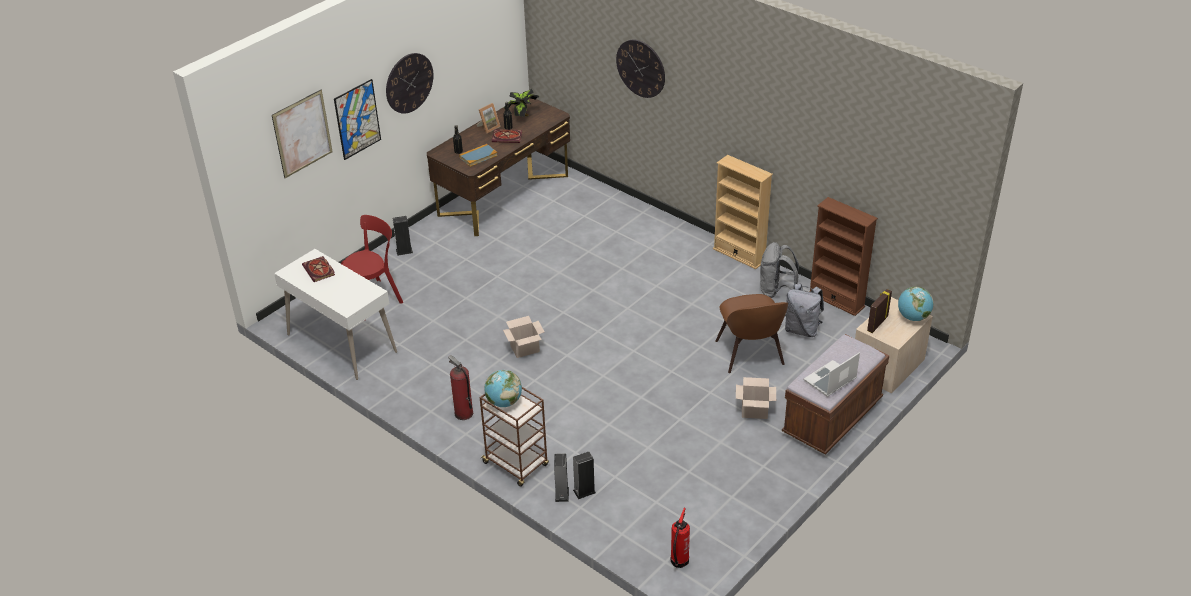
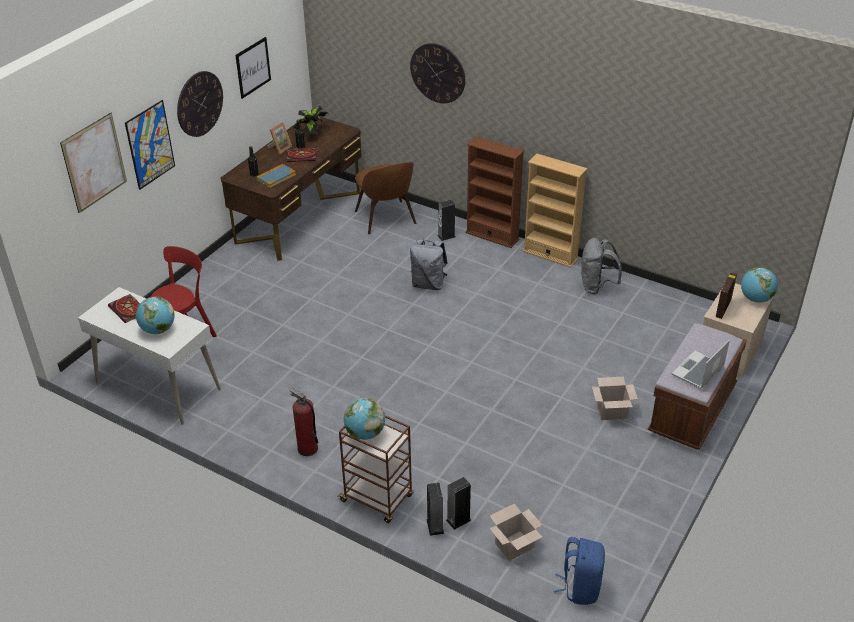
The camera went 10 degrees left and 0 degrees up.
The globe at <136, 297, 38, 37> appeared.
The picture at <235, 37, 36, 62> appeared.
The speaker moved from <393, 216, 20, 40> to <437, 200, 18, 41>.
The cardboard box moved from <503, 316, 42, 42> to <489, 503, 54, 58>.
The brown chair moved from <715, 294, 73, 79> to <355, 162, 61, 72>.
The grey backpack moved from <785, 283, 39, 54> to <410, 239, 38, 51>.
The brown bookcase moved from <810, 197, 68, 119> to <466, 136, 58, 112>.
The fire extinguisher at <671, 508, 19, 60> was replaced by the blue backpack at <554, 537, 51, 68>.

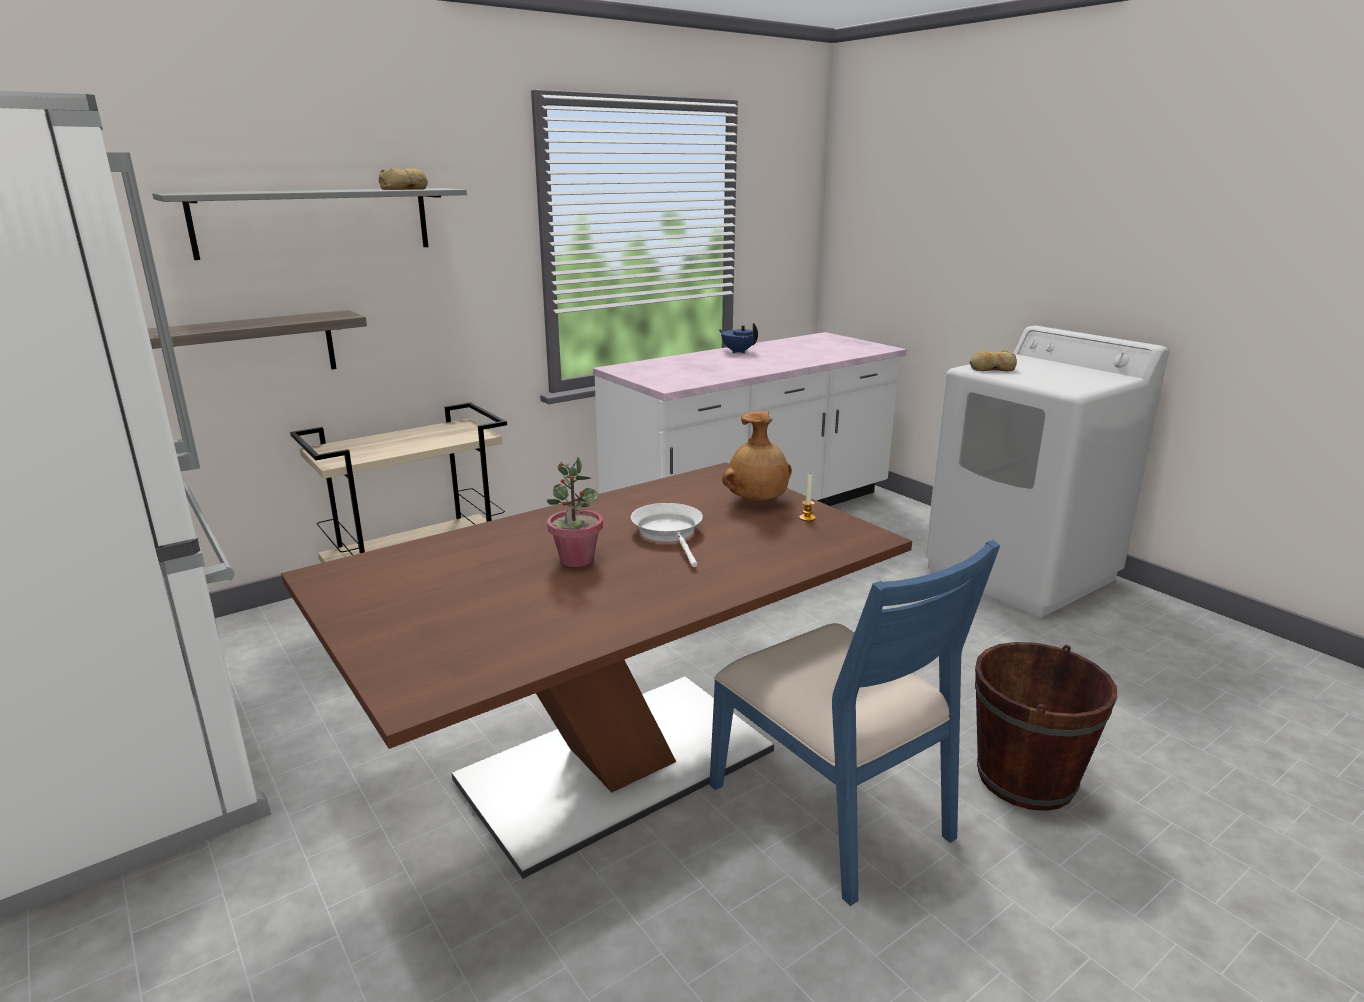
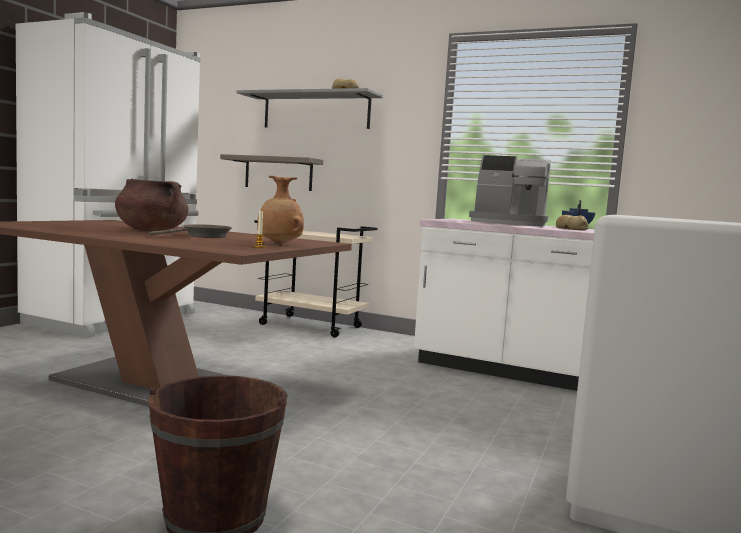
The camera went 60 degrees right and 15 degrees down.
The blue chair at <710, 540, 290, 366> disappeared.
The coffee machine at <469, 155, 82, 71> appeared.
The bread moved from <969, 350, 48, 21> to <556, 215, 33, 16>.
The potted plant at <547, 457, 56, 110> was replaced by the brown cooking pot at <115, 179, 73, 52>.
The white frying pan at <631, 503, 72, 64> became the brown frying pan at <149, 224, 83, 14>.

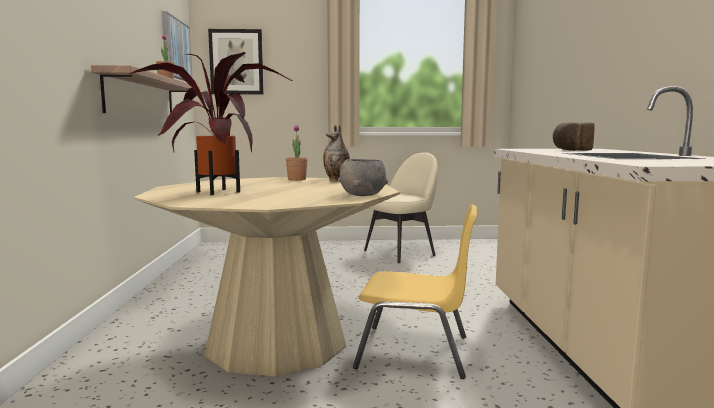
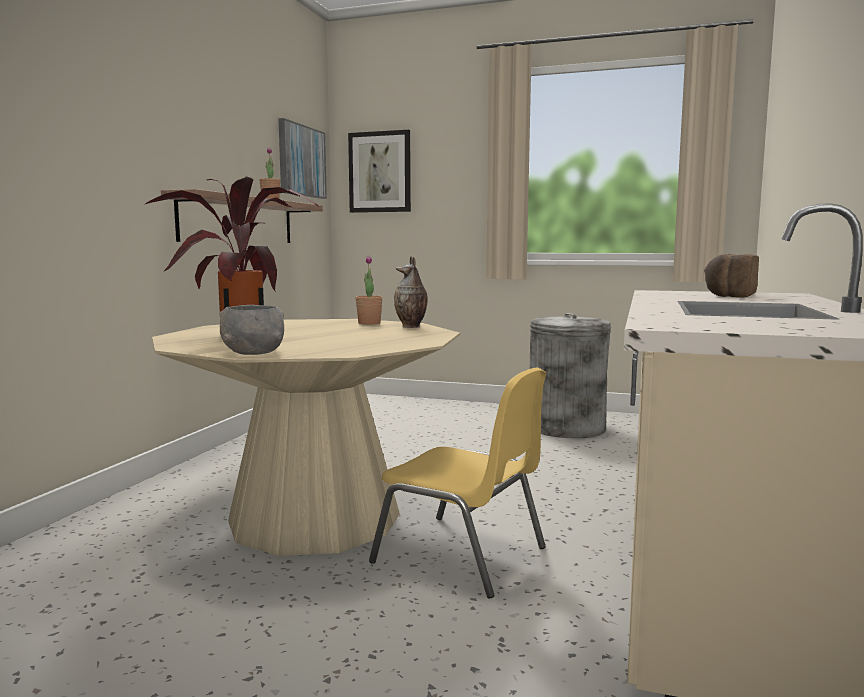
The camera went 20 degrees right and 0 degrees up.
The grey bowl moved from <338, 159, 50, 37> to <219, 305, 65, 50>.
The beige chair at <364, 152, 74, 111> was replaced by the grey trash can at <530, 313, 81, 125>.

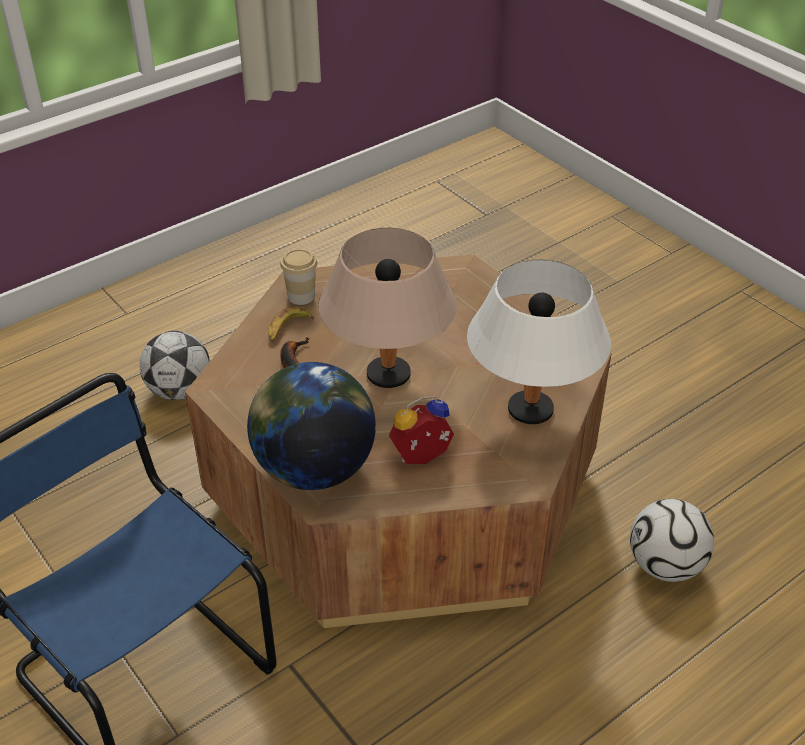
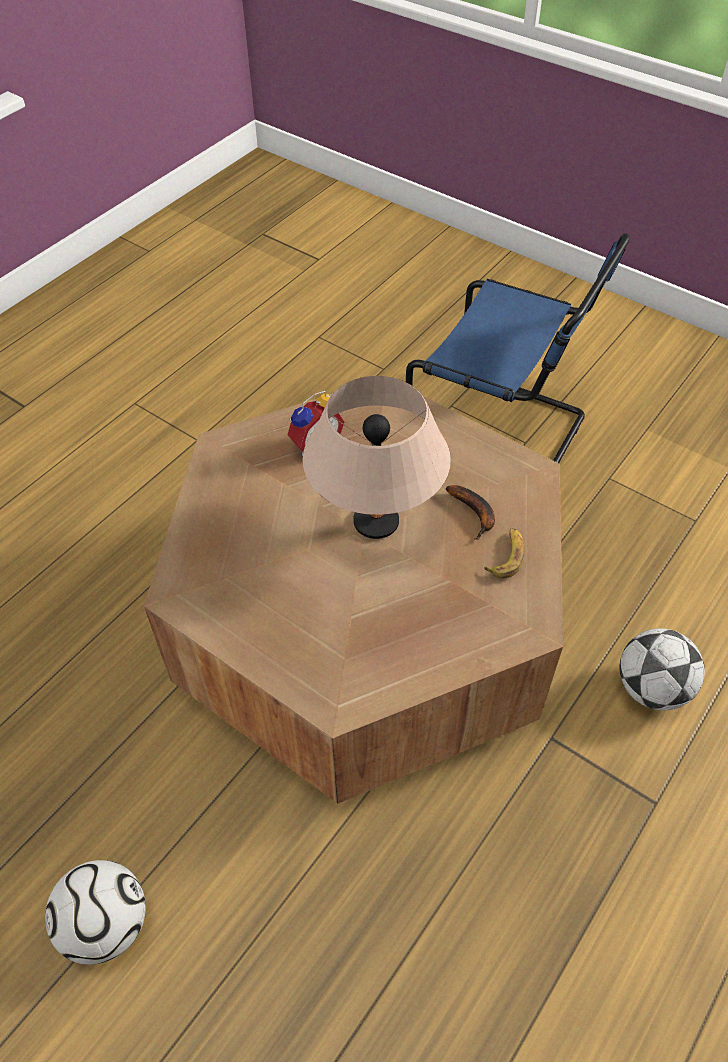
The camera went 165 degrees right and 10 degrees up.
The globe at <247, 362, 129, 128> disappeared.
The cup at <280, 249, 37, 56> disappeared.
The white table lamp at <467, 260, 144, 164> disappeared.
The football moved from <630, 499, 84, 83> to <45, 860, 101, 105>.

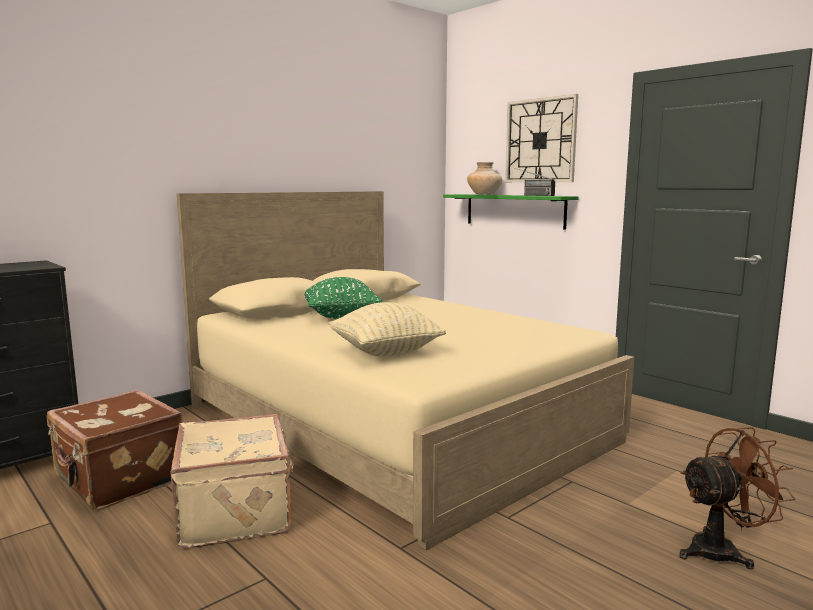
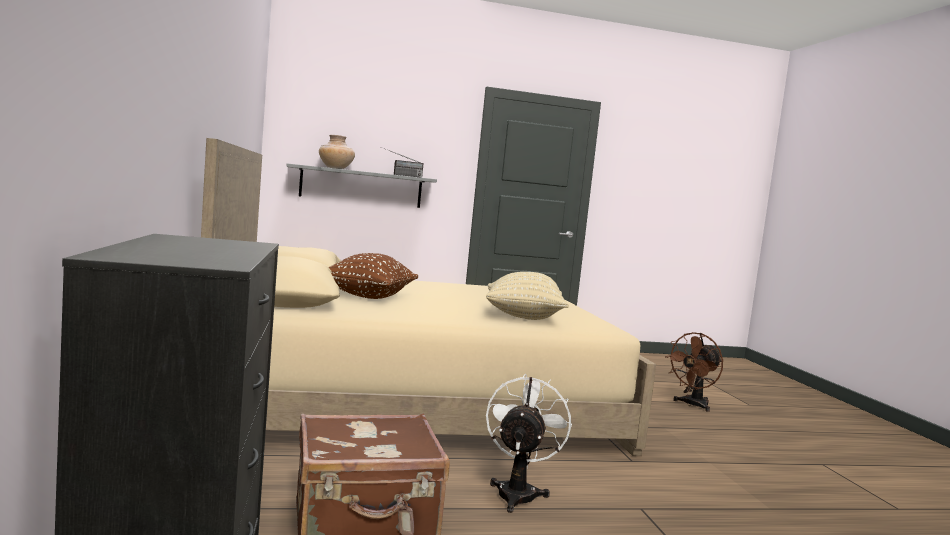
The camera went 60 degrees left and 5 degrees down.
The wall clock at <505, 94, 73, 88> disappeared.
The beige suitcase at <170, 414, 124, 134> was replaced by the white fan at <486, 374, 86, 139>.
The green pillow at <304, 277, 79, 42> became the brown pillow at <329, 253, 89, 46>.
The green shelf at <443, 194, 136, 36> became the grey shelf at <286, 163, 151, 45>.
The brown fan at <679, 427, 116, 142> turned 150 degrees counterclockwise.

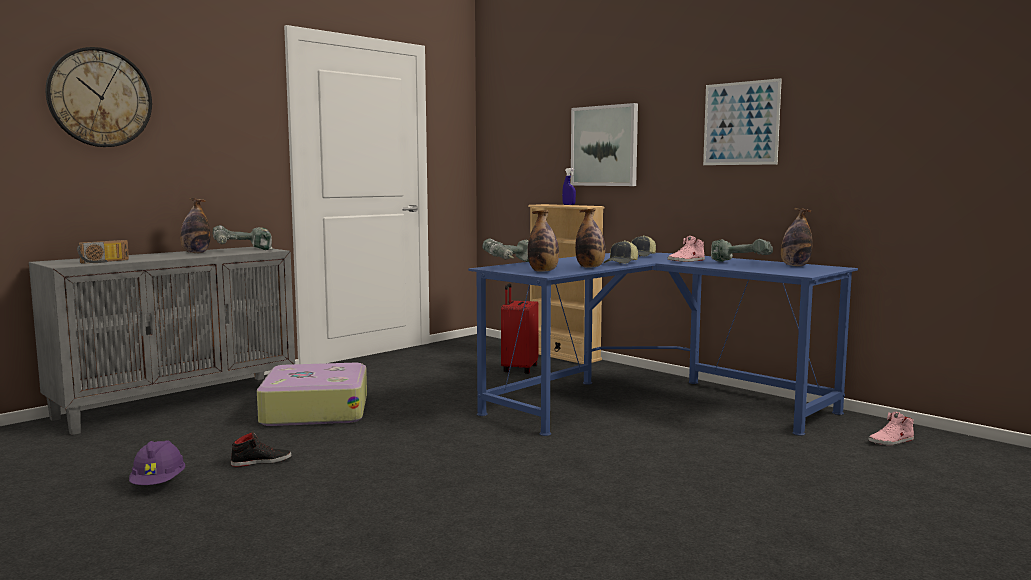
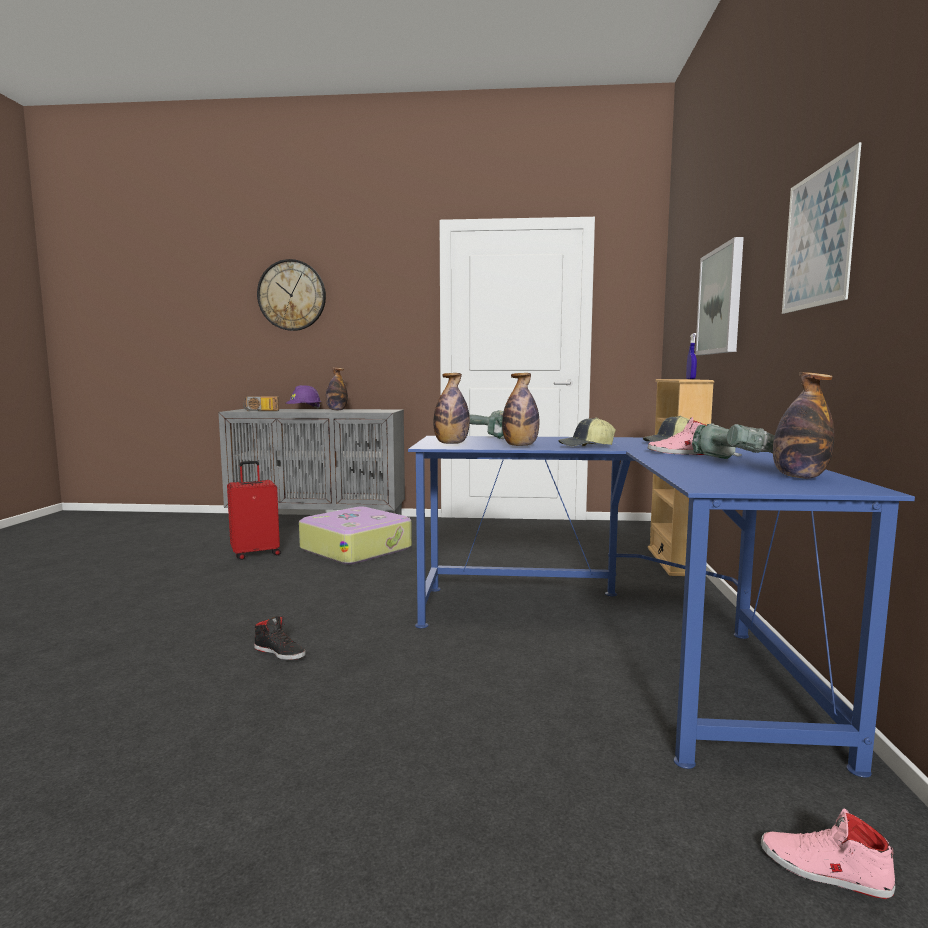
The camera went 50 degrees right and 0 degrees up.
The power drill at <213, 225, 59, 25> disappeared.
The purple hard hat moved from <129, 440, 56, 45> to <286, 385, 35, 24>.
The black shoe moved from <231, 431, 61, 36> to <254, 616, 52, 44>.
The red suitcase moved from <501, 283, 38, 91> to <227, 461, 54, 99>.

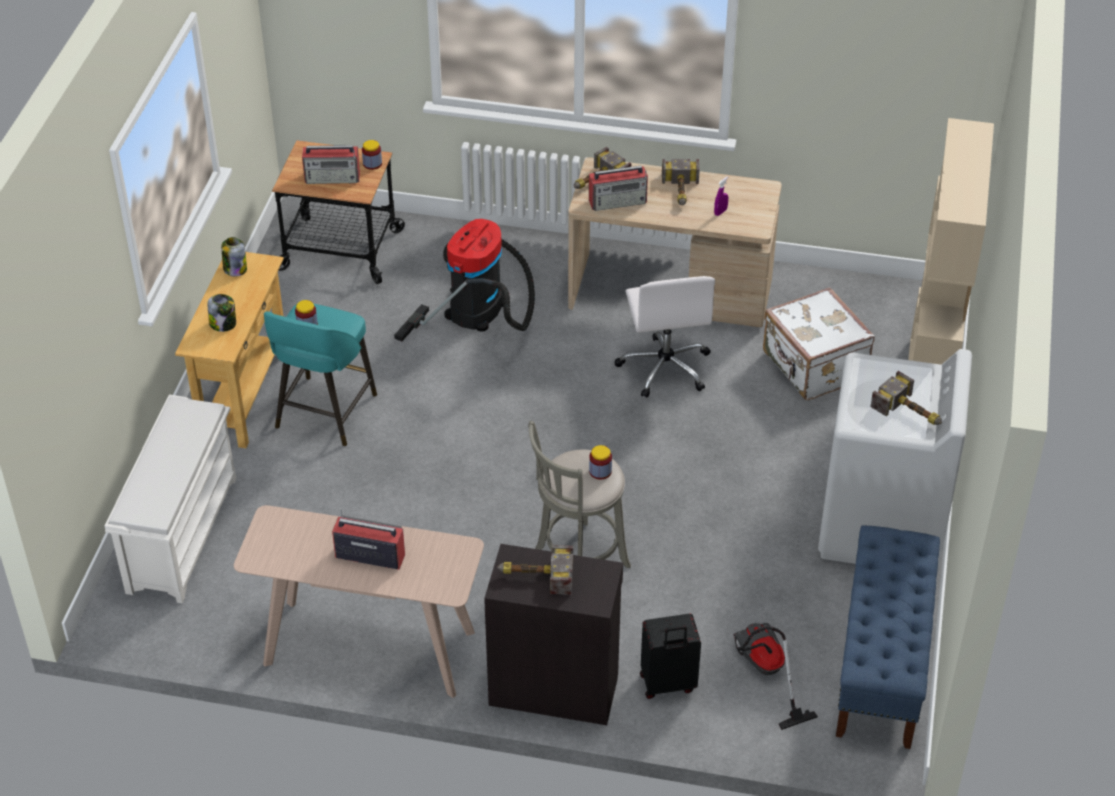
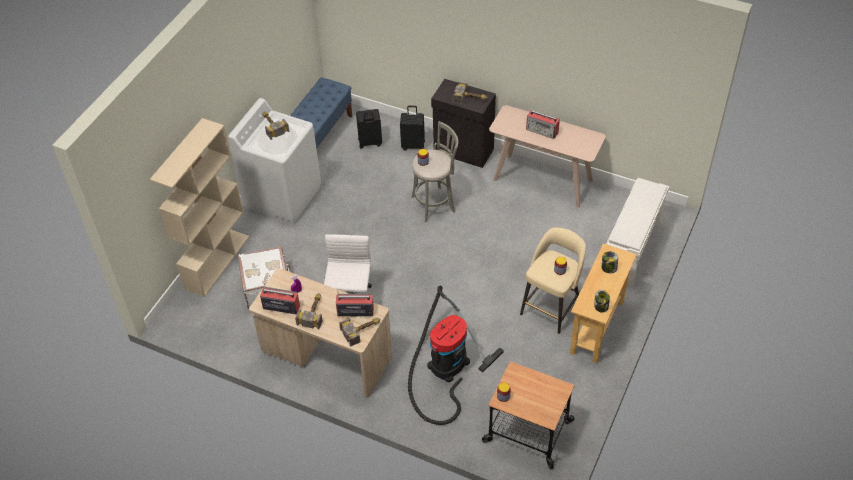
The camera went 165 degrees left and 5 degrees up.
The radio moved from <302, 145, 58, 39> to <260, 284, 40, 30>.
The vacuum cleaner at <733, 623, 85, 107> was replaced by the black suitcase at <356, 109, 26, 40>.
The turquoise stool at <264, 303, 113, 143> became the beige stool at <520, 227, 66, 107>.

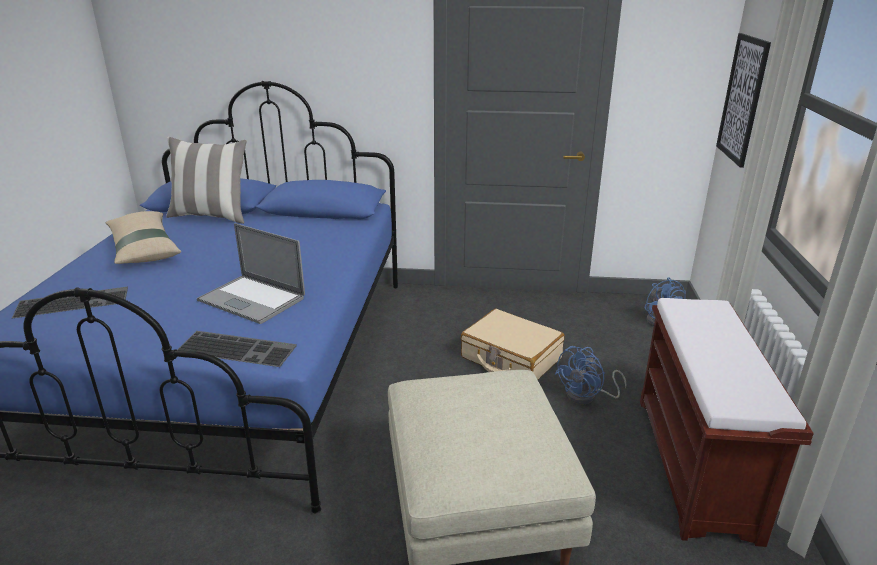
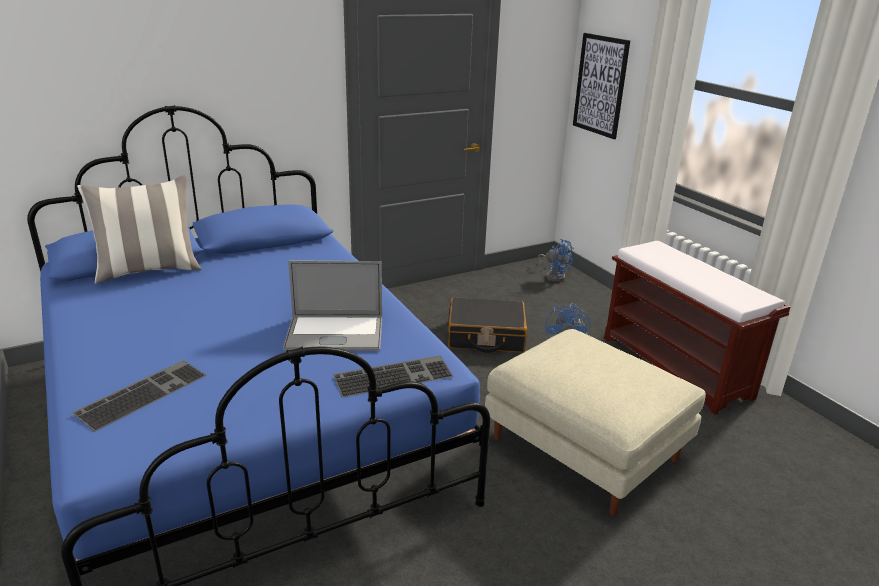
The camera went 35 degrees left and 0 degrees up.
The beige pillow at <106, 211, 75, 53> disappeared.
The beige suitcase at <460, 309, 104, 71> became the black suitcase at <448, 297, 79, 56>.

